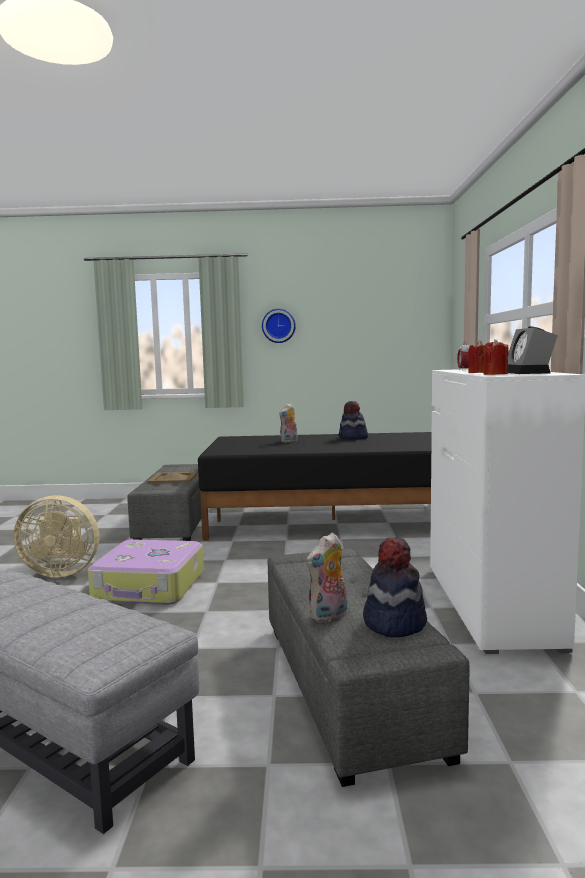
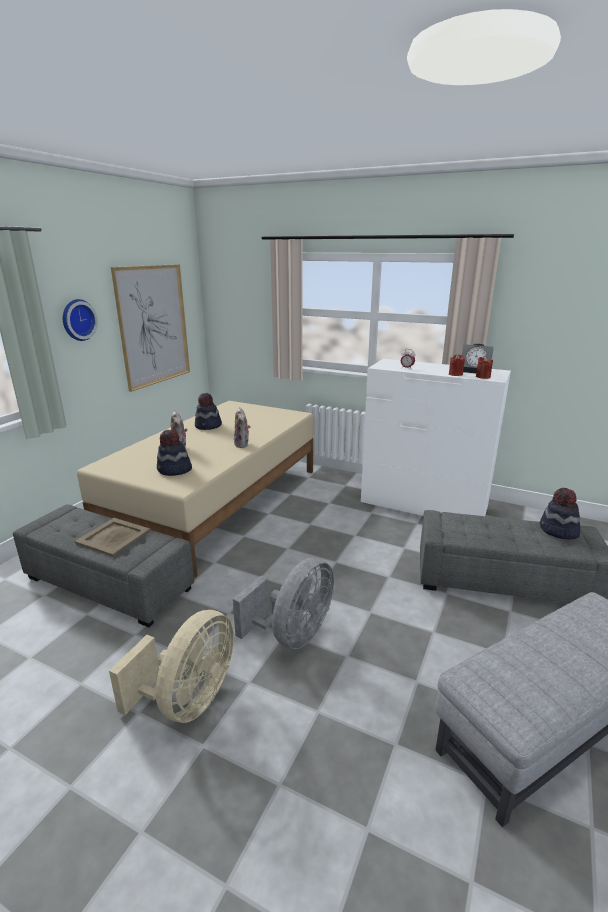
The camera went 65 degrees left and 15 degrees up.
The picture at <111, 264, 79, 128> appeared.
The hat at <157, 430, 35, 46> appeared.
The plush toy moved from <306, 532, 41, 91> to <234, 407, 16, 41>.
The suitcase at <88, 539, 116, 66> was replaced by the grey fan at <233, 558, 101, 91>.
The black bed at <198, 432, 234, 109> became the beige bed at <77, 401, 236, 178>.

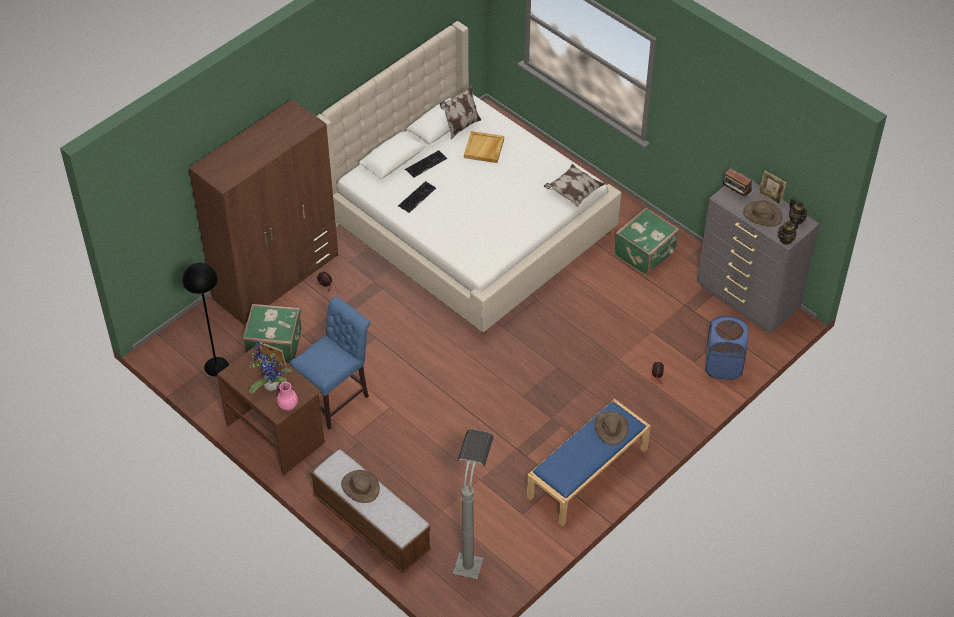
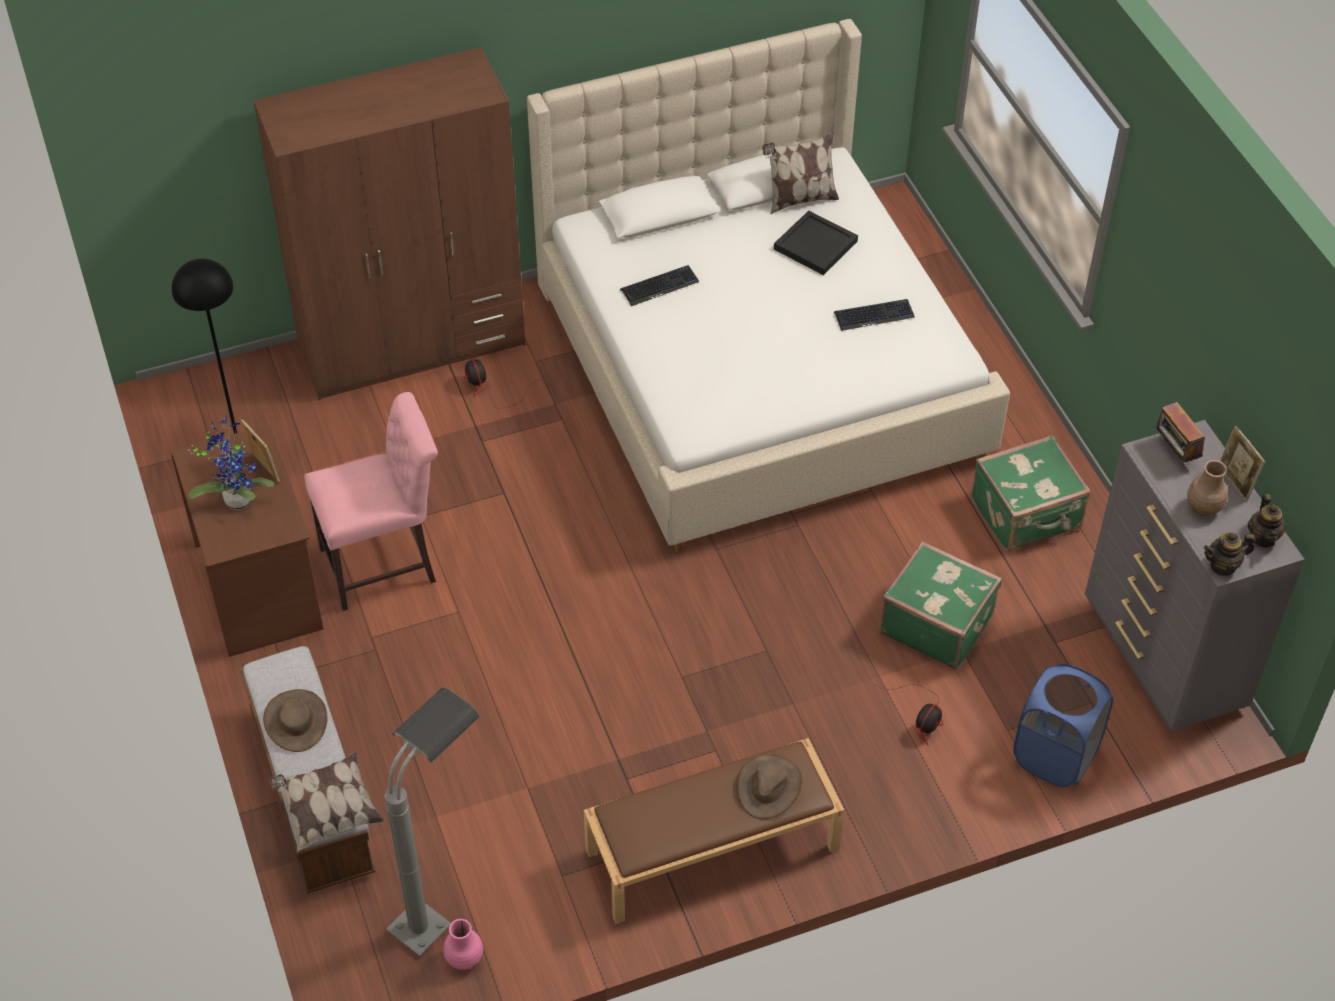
The camera went 25 degrees right and 0 degrees up.
The green suitcase moved from <243, 304, 58, 59> to <879, 541, 123, 129>.
The pink vase moved from <277, 382, 21, 29> to <444, 919, 39, 51>.
The keyboard moved from <405, 150, 42, 28> to <834, 299, 81, 32>.
The pillow moved from <544, 164, 61, 43> to <269, 752, 115, 100>.
The brown hat at <743, 200, 39, 27> was replaced by the brown vase at <1187, 460, 41, 56>.
The blue chair at <290, 297, 81, 132> became the pink chair at <304, 392, 134, 219>.
The beige tray at <464, 131, 40, 32> became the black tray at <774, 211, 84, 64>.
The blue bench at <527, 399, 124, 127> became the brown bench at <584, 738, 260, 186>.

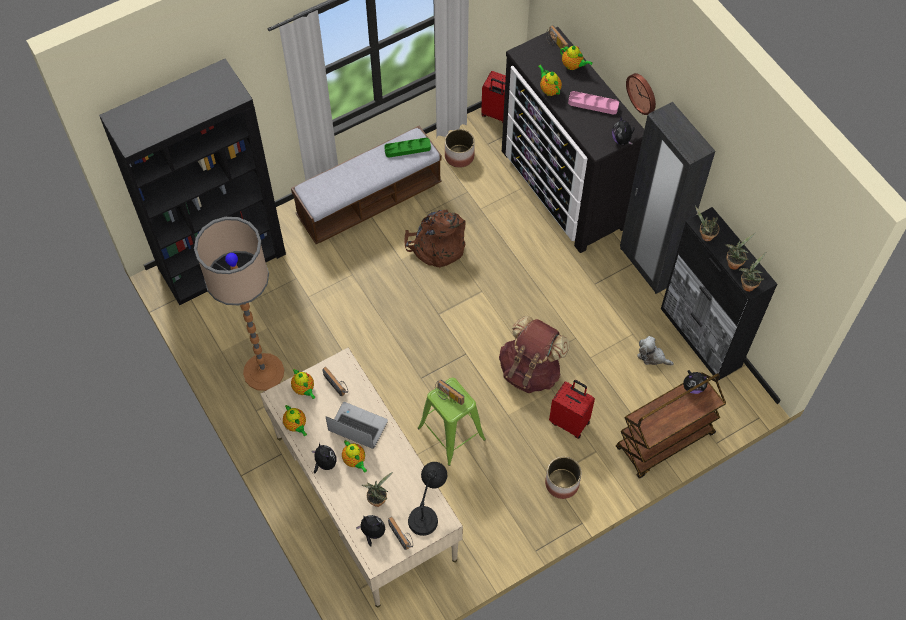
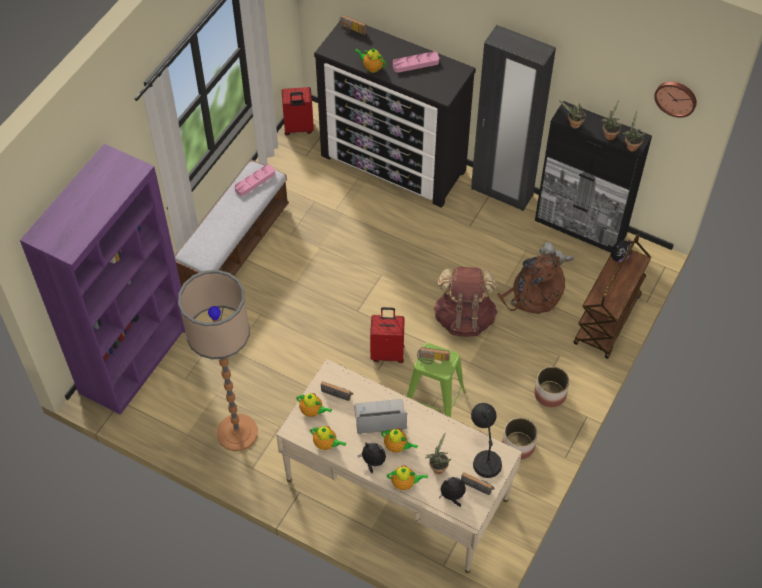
The camera went 30 degrees left and 5 degrees down.
The plush toy at <612, 116, 23, 29> disappeared.
The brown backpack moved from <405, 210, 60, 58> to <497, 253, 68, 61>.
The planter moved from <445, 129, 30, 39> to <502, 418, 36, 42>.
The red suitcase moved from <549, 380, 46, 59> to <370, 307, 35, 56>.
The teapot moved from <560, 46, 33, 24> to <387, 465, 41, 25>.
The wall clock moved from <626, 73, 30, 42> to <654, 82, 43, 36>.
The black bookcase at <99, 58, 187, 247> became the purple bookcase at <20, 144, 165, 271>.
The green tray at <384, 138, 47, 20> became the pink tray at <235, 164, 40, 32>.

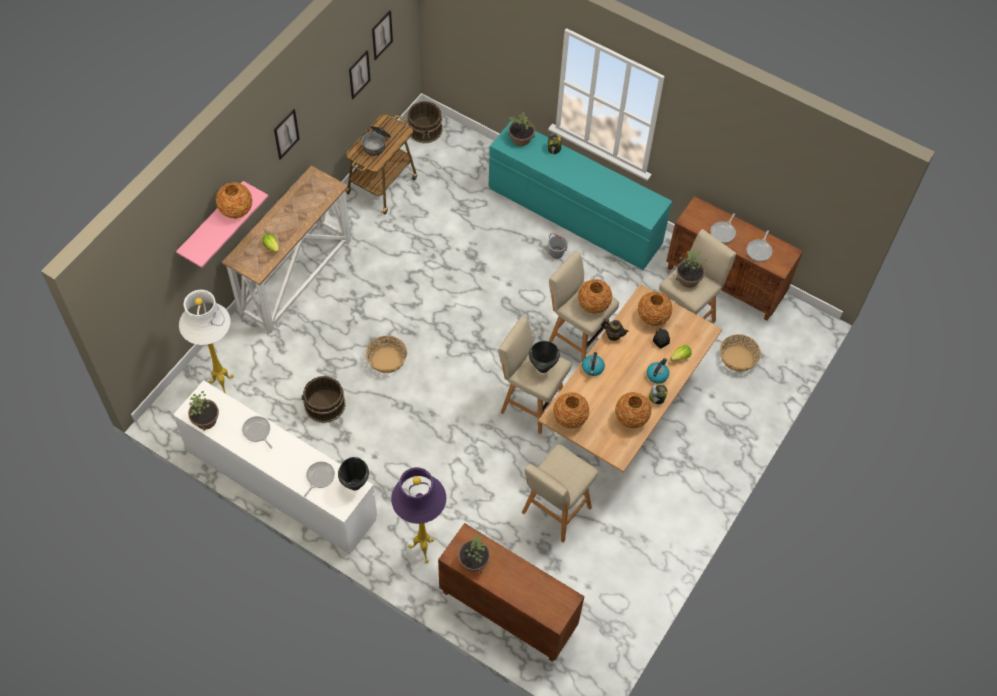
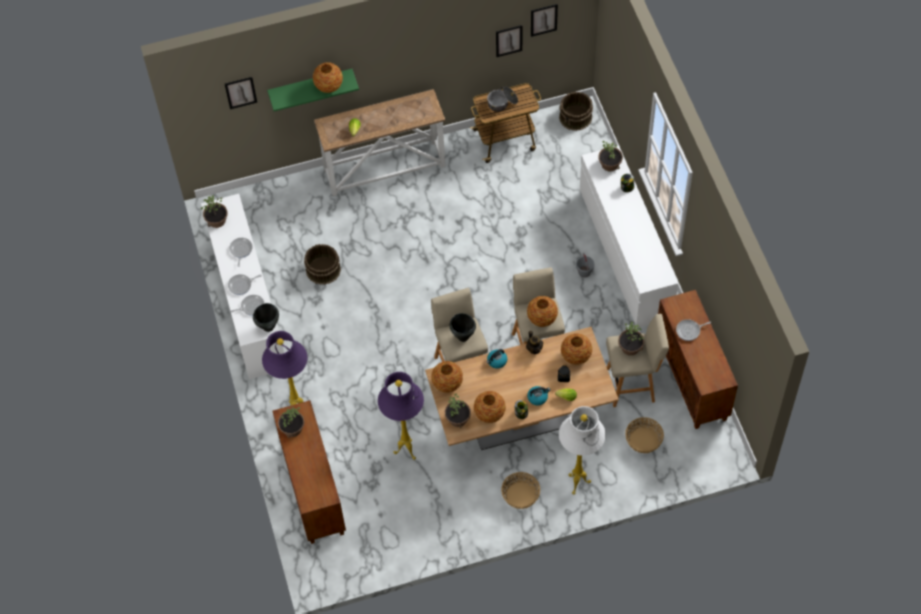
The camera went 45 degrees right and 0 degrees up.
The potted plant at <445, 393, 26, 35> appeared.
The white floor lamp moved from <179, 290, 55, 104> to <559, 406, 47, 89>.
The picture moved from <274, 109, 26, 51> to <225, 77, 32, 32>.
The basket moved from <366, 335, 41, 38> to <501, 472, 39, 37>.
The frying pan moved from <747, 230, 25, 32> to <228, 274, 34, 21>.
The beige stool at <522, 444, 76, 99> was replaced by the purple floor lamp at <378, 372, 46, 88>.
The pink shelf at <176, 181, 92, 87> became the green shelf at <267, 69, 92, 42>.
The turquoise dresser at <489, 119, 183, 151> became the white dresser at <580, 146, 98, 182>.

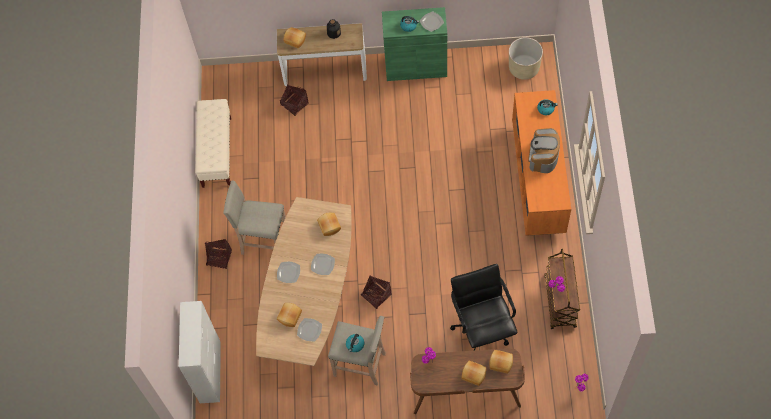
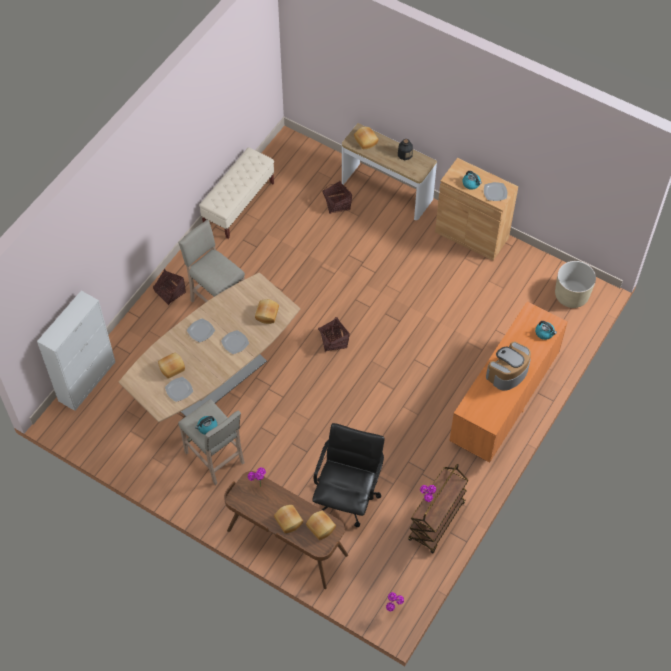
The camera went 30 degrees right and 5 degrees down.
The basket moved from <361, 276, 30, 33> to <318, 317, 32, 35>.
The green cabinet at <382, 7, 65, 74> became the brown cabinet at <435, 158, 83, 103>.

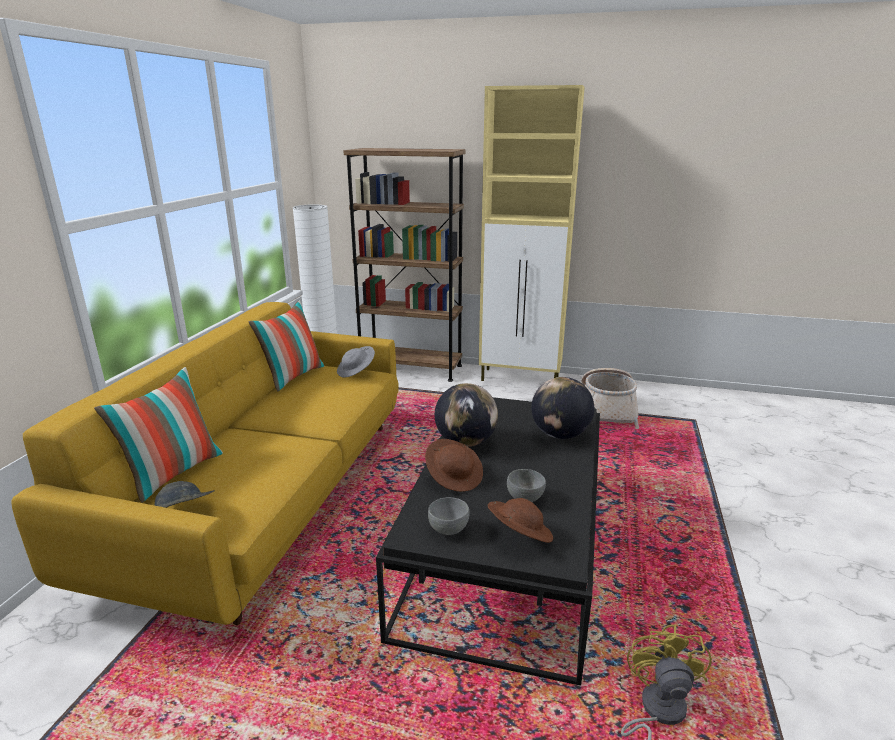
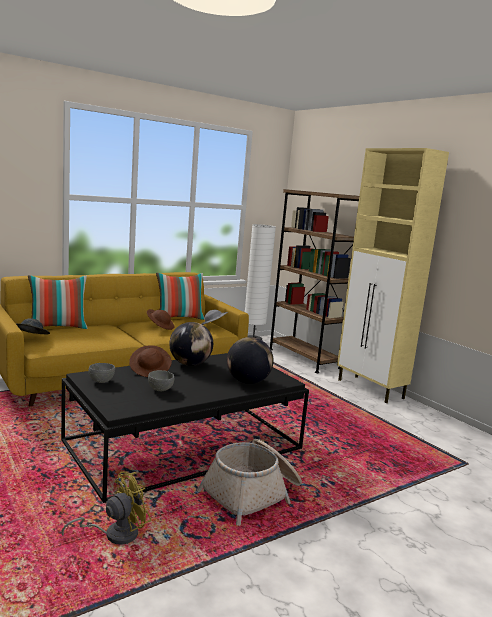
The camera went 40 degrees right and 10 degrees down.
The brown hat moved from <488, 498, 65, 45> to <147, 309, 27, 21>.
The basket moved from <581, 368, 58, 61> to <197, 439, 105, 87>.

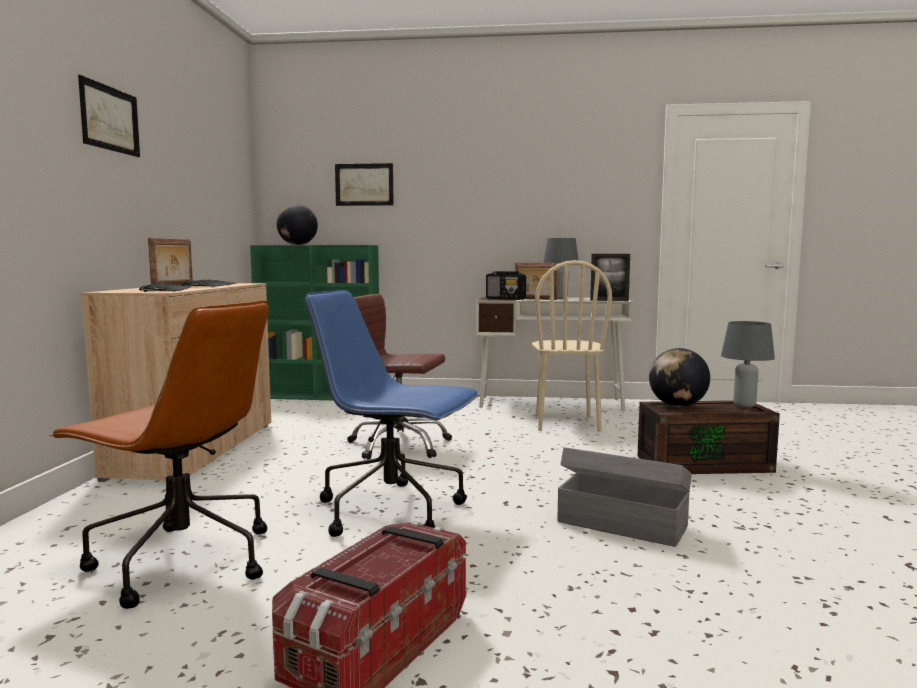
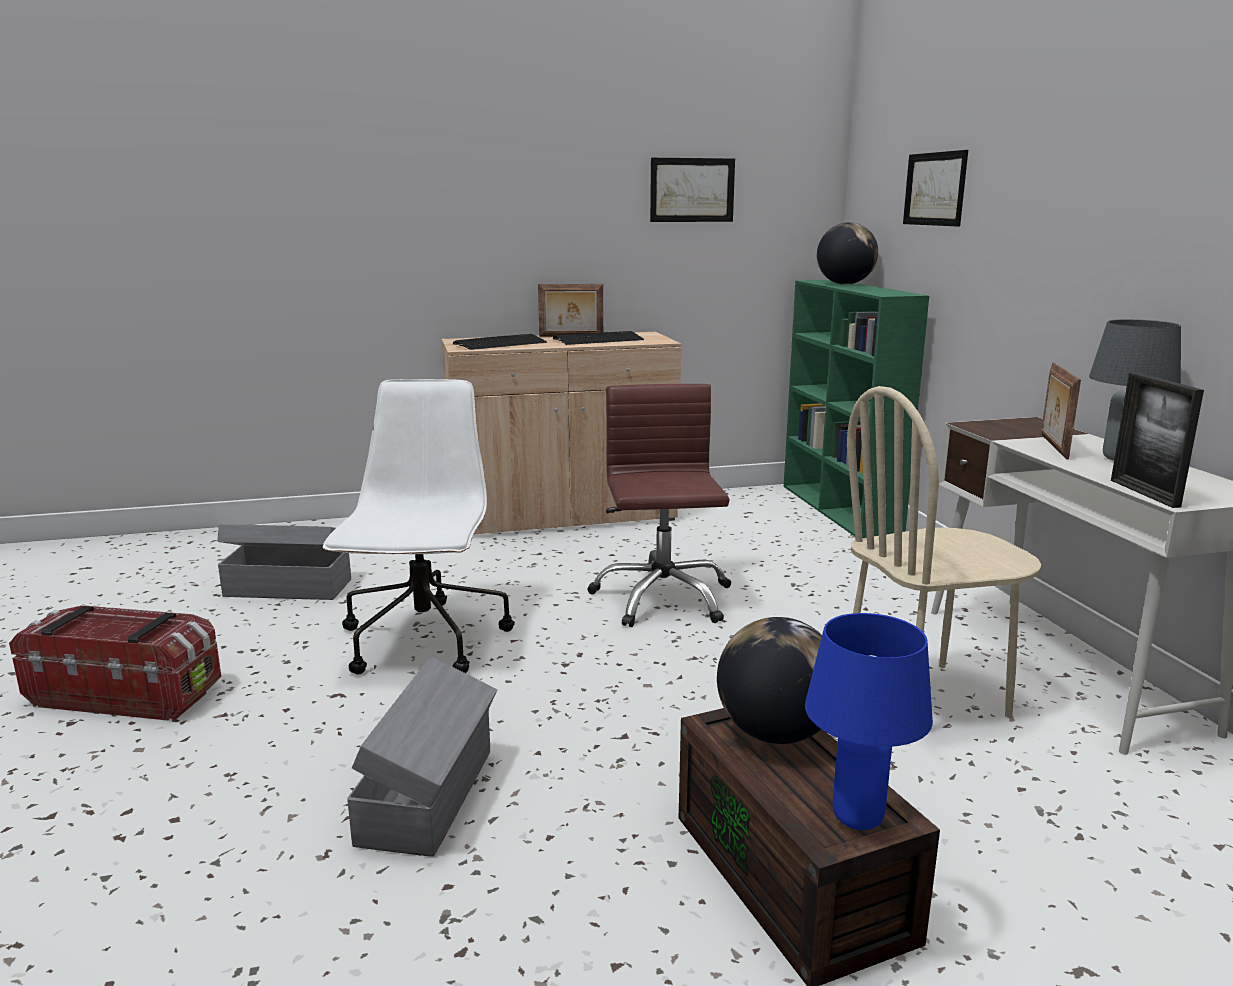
The camera went 70 degrees right and 10 degrees up.
The radio at <486, 271, 40, 29> disappeared.
The picture moved from <78, 75, 62, 82> to <650, 158, 85, 64>.
The brown office chair at <49, 300, 220, 309> was replaced by the grey storage box at <217, 524, 134, 76>.
The blue office chair at <305, 290, 175, 247> became the white office chair at <323, 379, 192, 296>.
The grey table lamp at <721, 321, 54, 87> became the blue table lamp at <805, 613, 128, 217>.

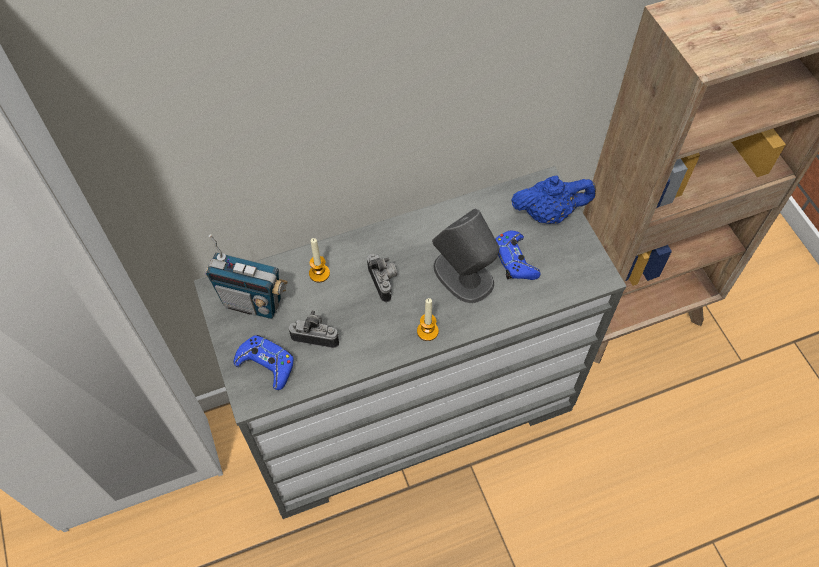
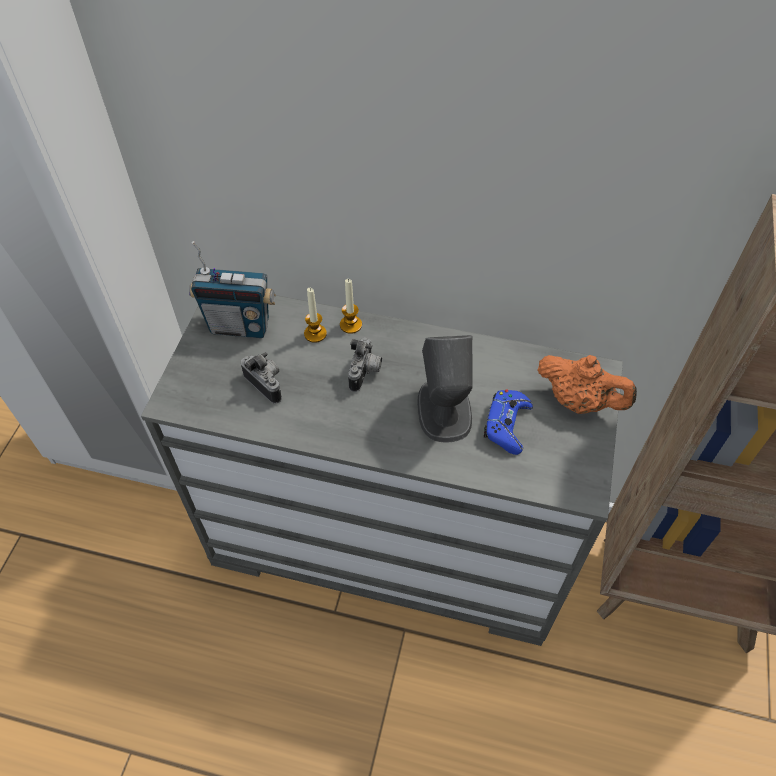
The camera went 35 degrees right and 5 degrees down.
The blue game controller at <233, 335, 60, 55> disappeared.
The candle moved from <417, 298, 22, 43> to <340, 279, 22, 55>.
The blue teapot at <511, 176, 85, 48> became the orange teapot at <537, 355, 100, 59>.
The radio at <205, 234, 83, 85> turned 45 degrees counterclockwise.

